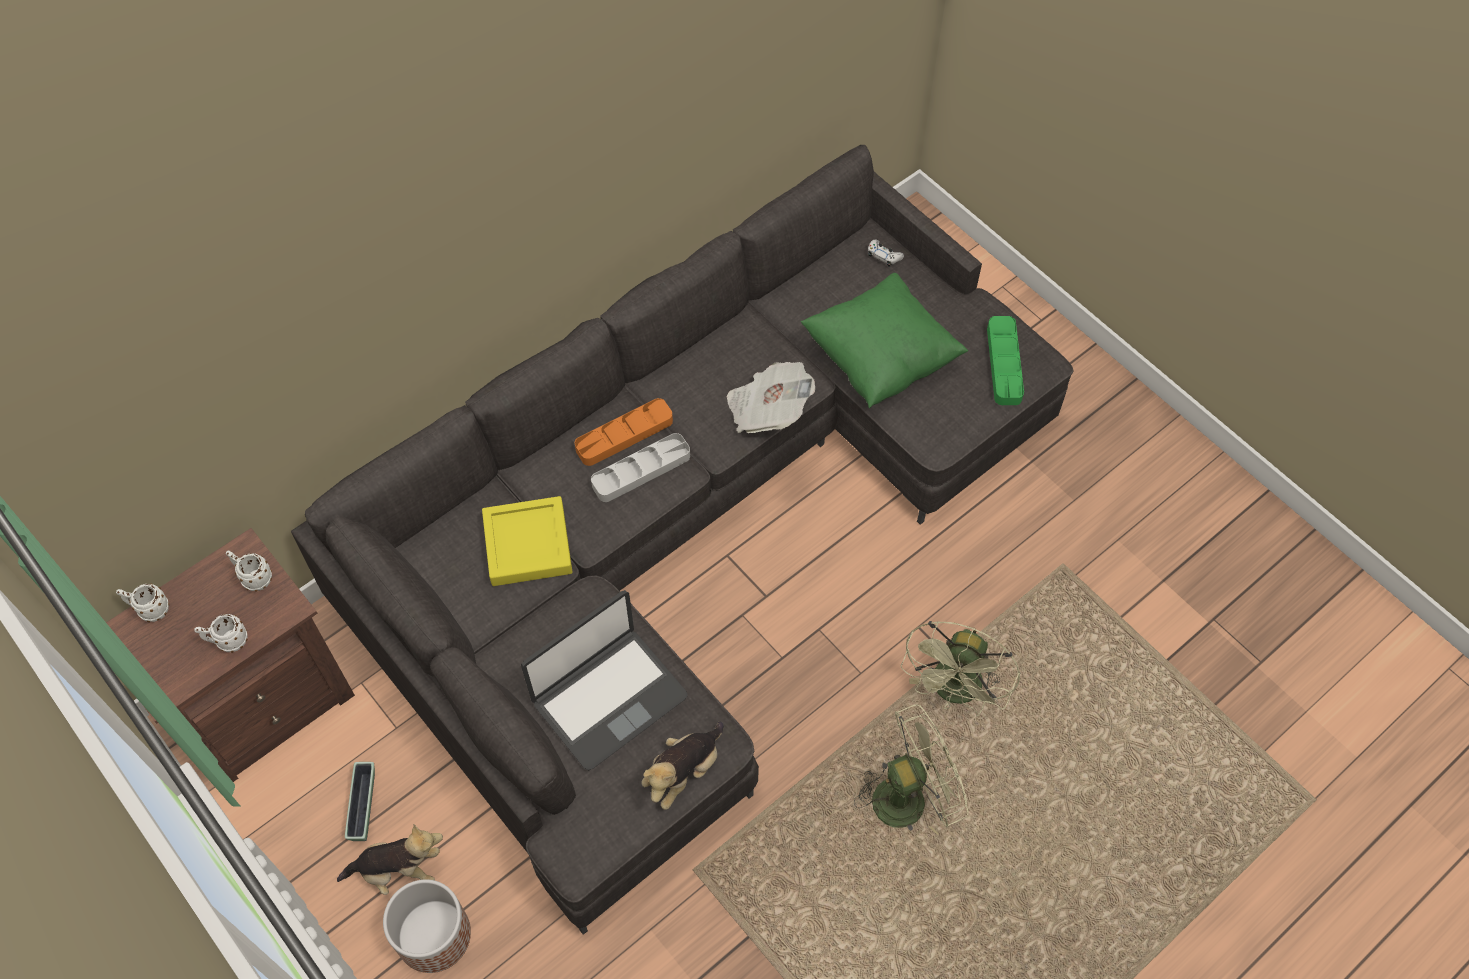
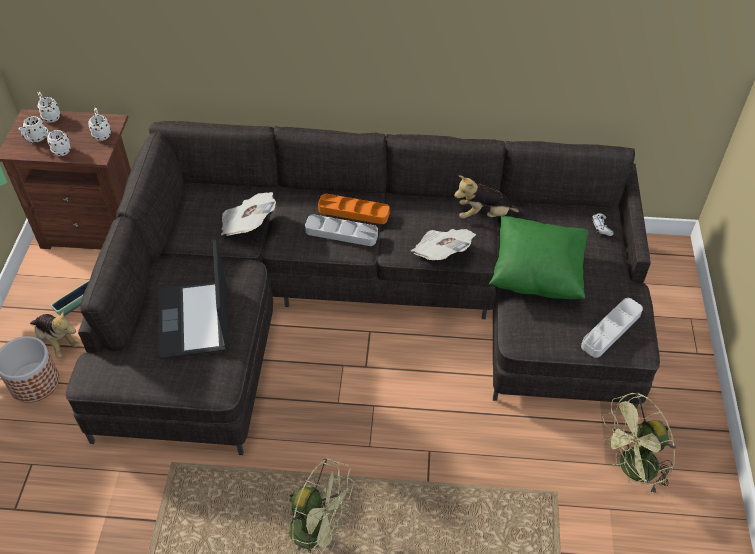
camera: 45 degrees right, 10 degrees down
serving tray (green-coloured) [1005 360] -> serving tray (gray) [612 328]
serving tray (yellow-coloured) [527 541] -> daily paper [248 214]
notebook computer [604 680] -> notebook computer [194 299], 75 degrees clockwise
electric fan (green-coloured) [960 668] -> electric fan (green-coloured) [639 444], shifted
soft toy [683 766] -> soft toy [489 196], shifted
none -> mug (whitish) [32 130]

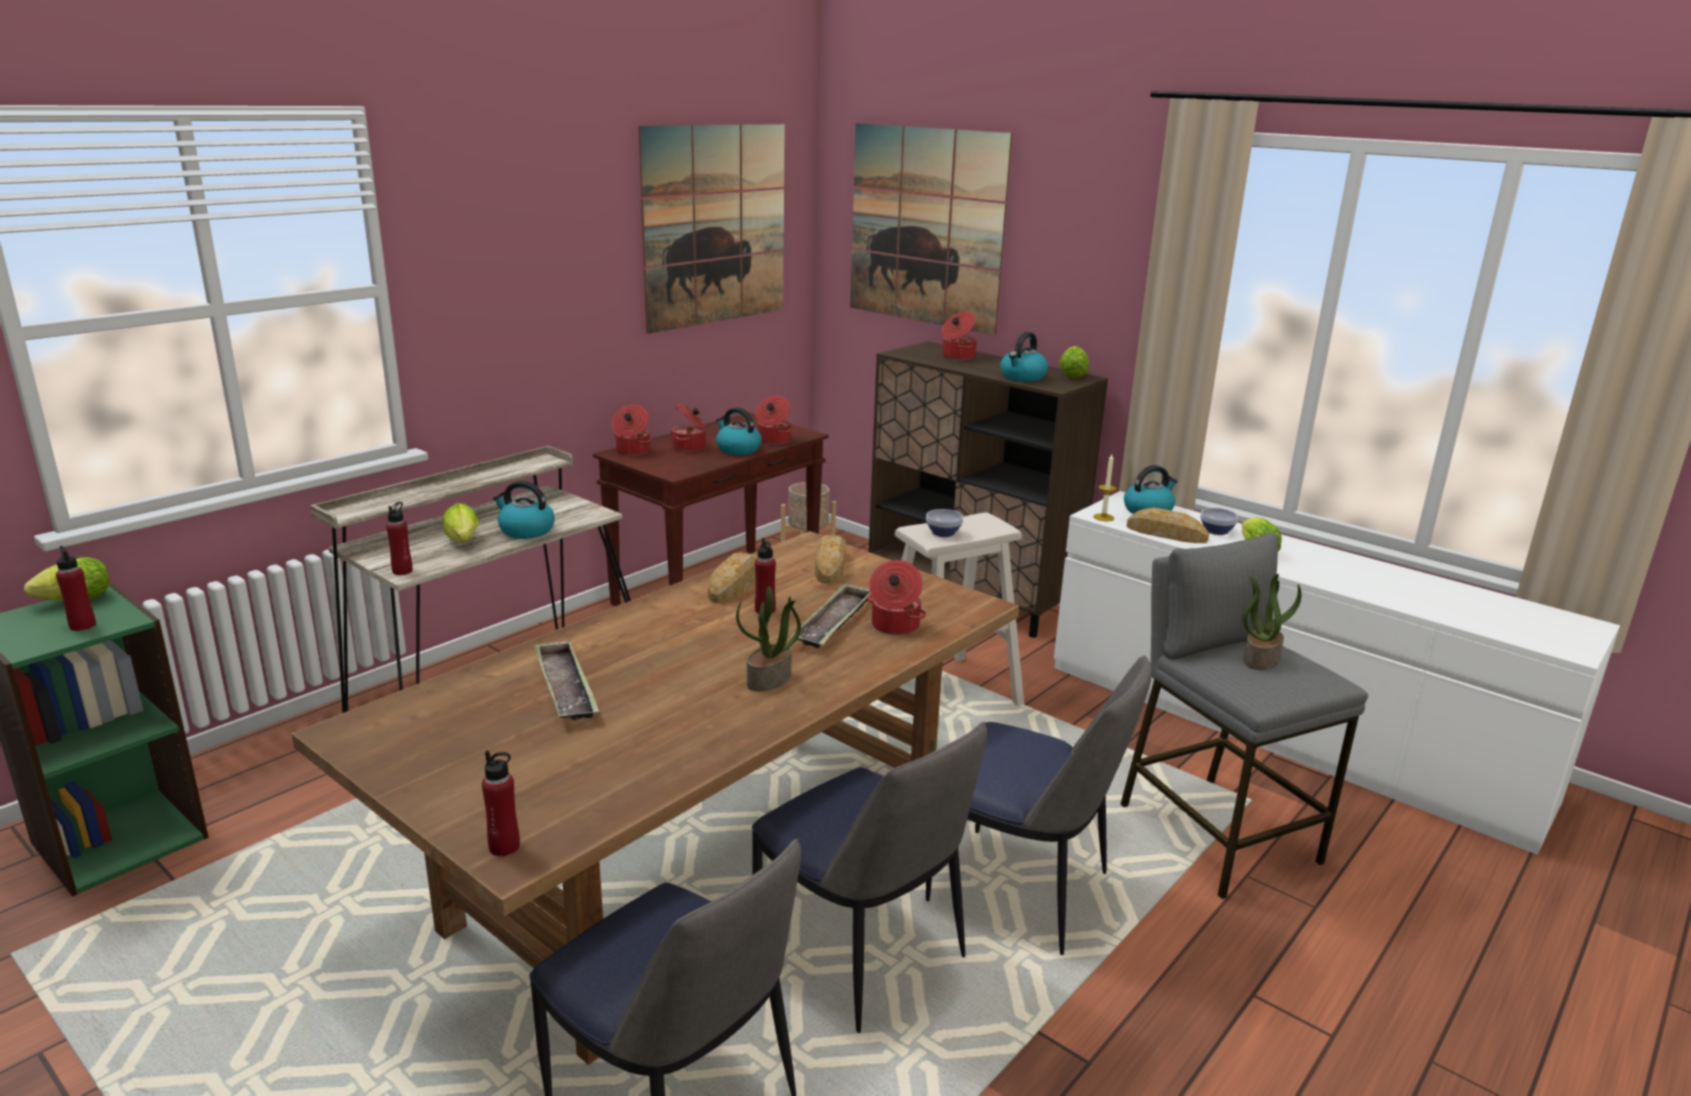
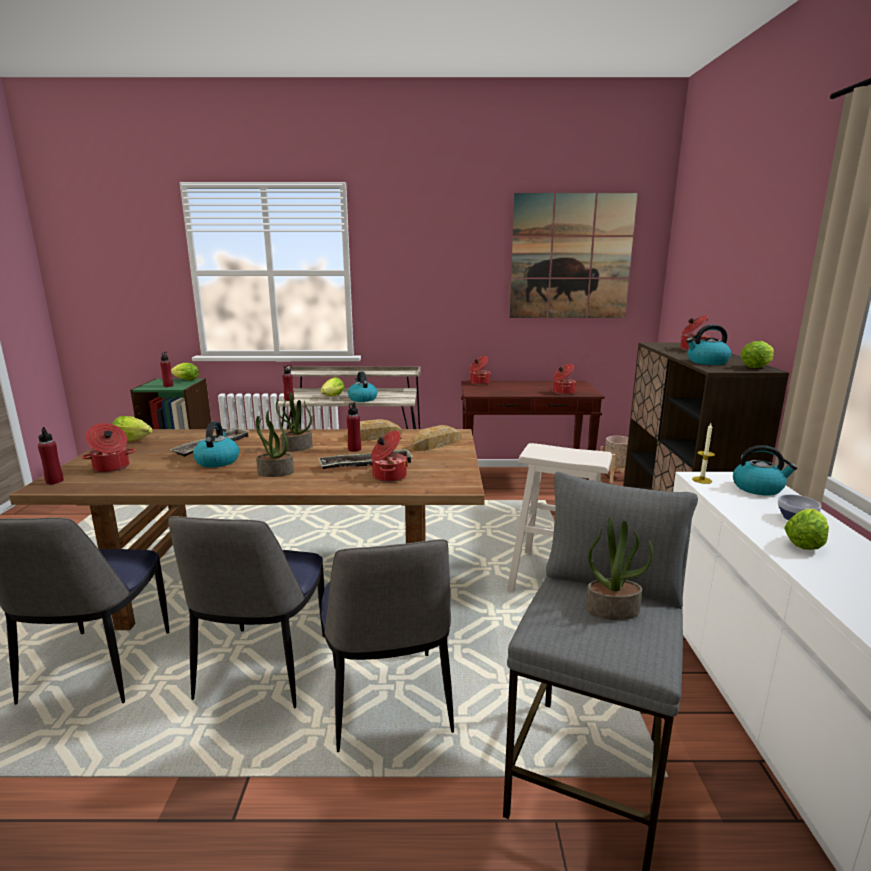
camera: 50 degrees right, 5 degrees down
picture [931 229] -> none
cooking pot [688 428] -> cooking pot [108 448], shifted
water kettle [739 431] -> water kettle [216 444], shifted
bakery bread [1167 525] -> none
serving bowl [944 523] -> none
none -> houseplant [294 422]
none -> head of lettuce [132 428]

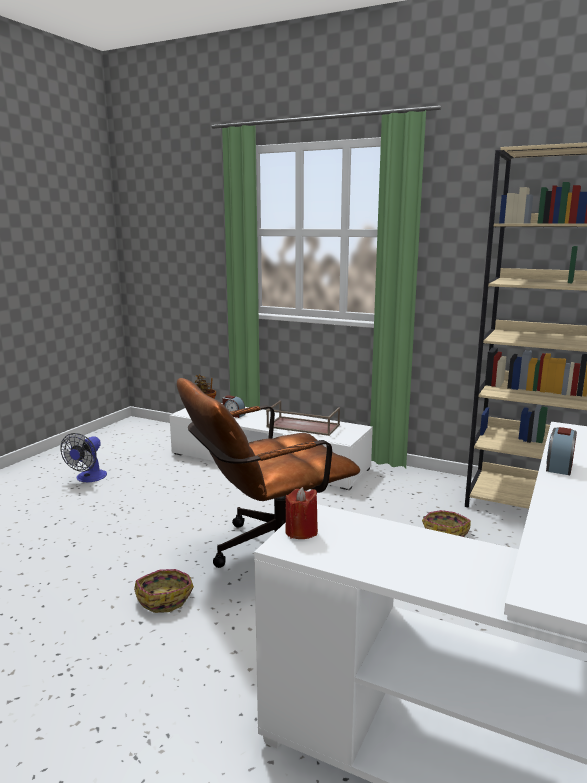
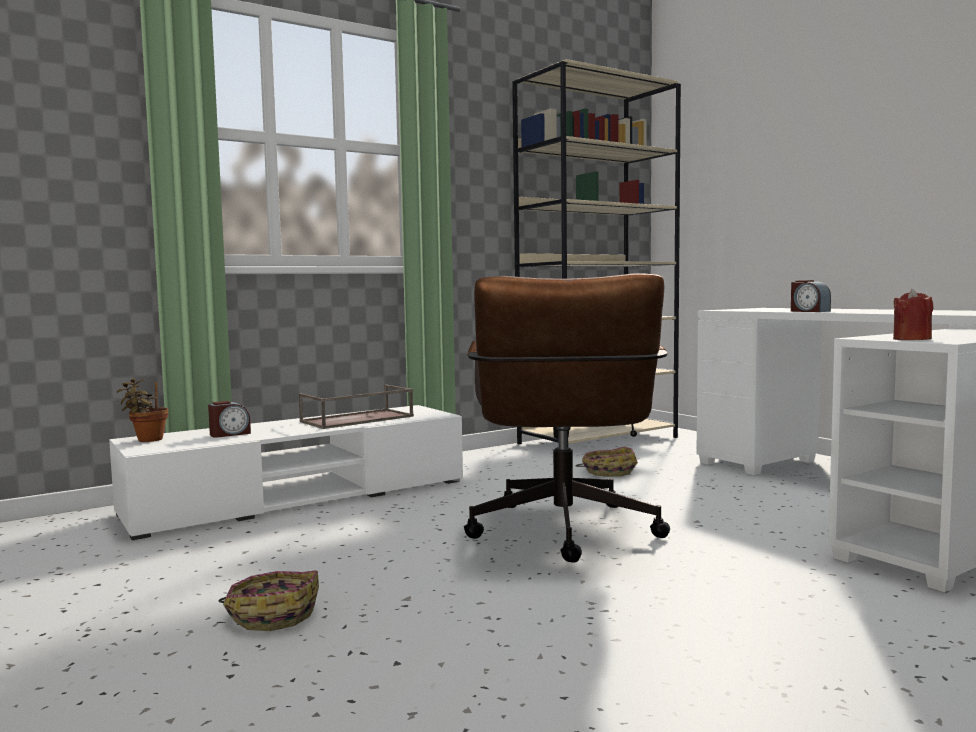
camera: 60 degrees left, 10 degrees down
electric fan [83 457] -> none
basket [164 591] -> basket [268 600], shifted

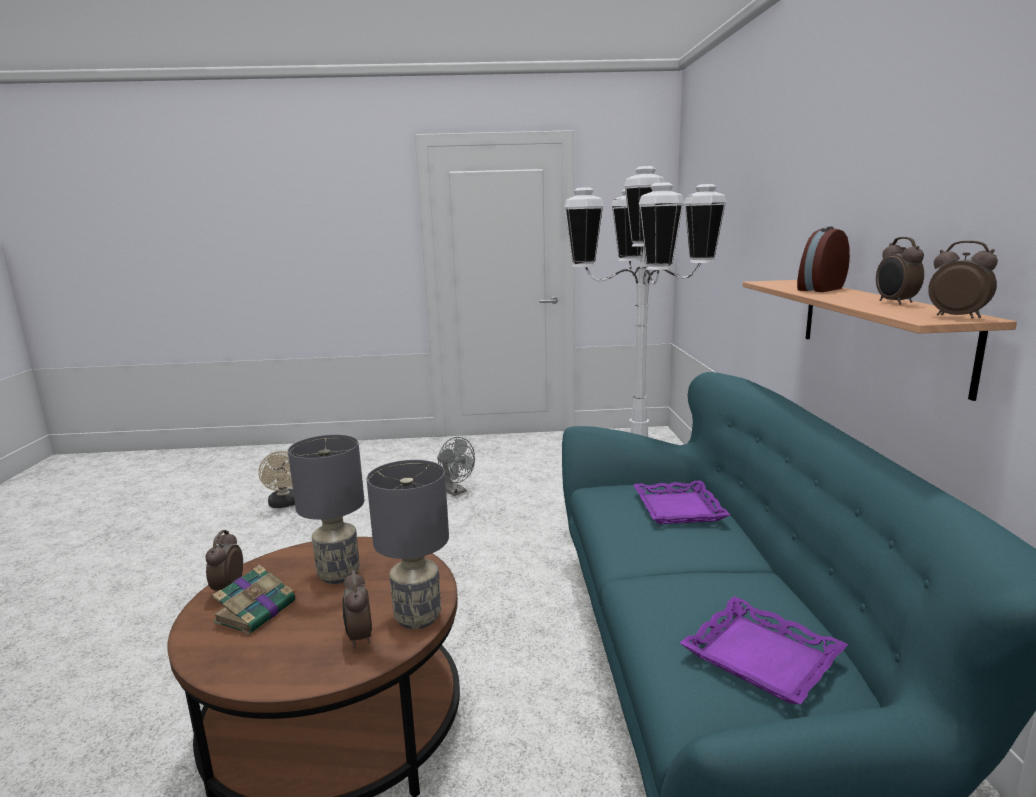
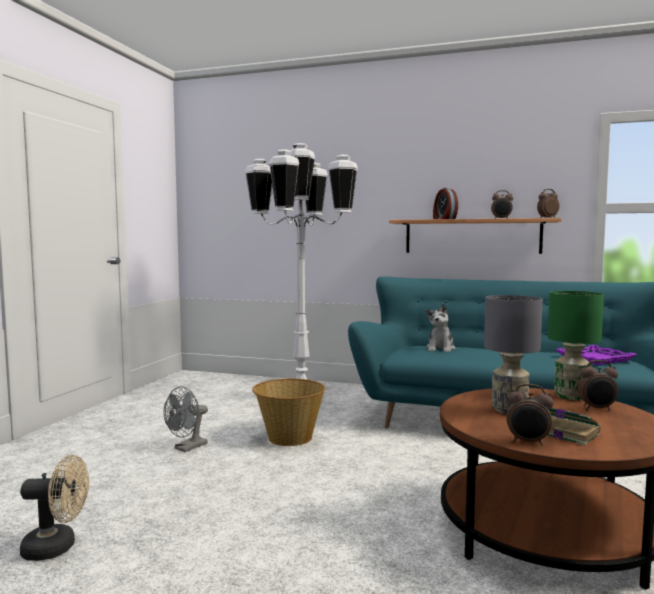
camera: 70 degrees left, 10 degrees down
electric fan (gray) [456 466] -> electric fan (gray) [185 419], 150 degrees clockwise
lamp for a table (gray) [408 544] -> lamp for a table (green-coloured) [576 345]
serving tray (purple-coloured) [682 502] -> soft toy [441 328]
none -> basket [288 412]

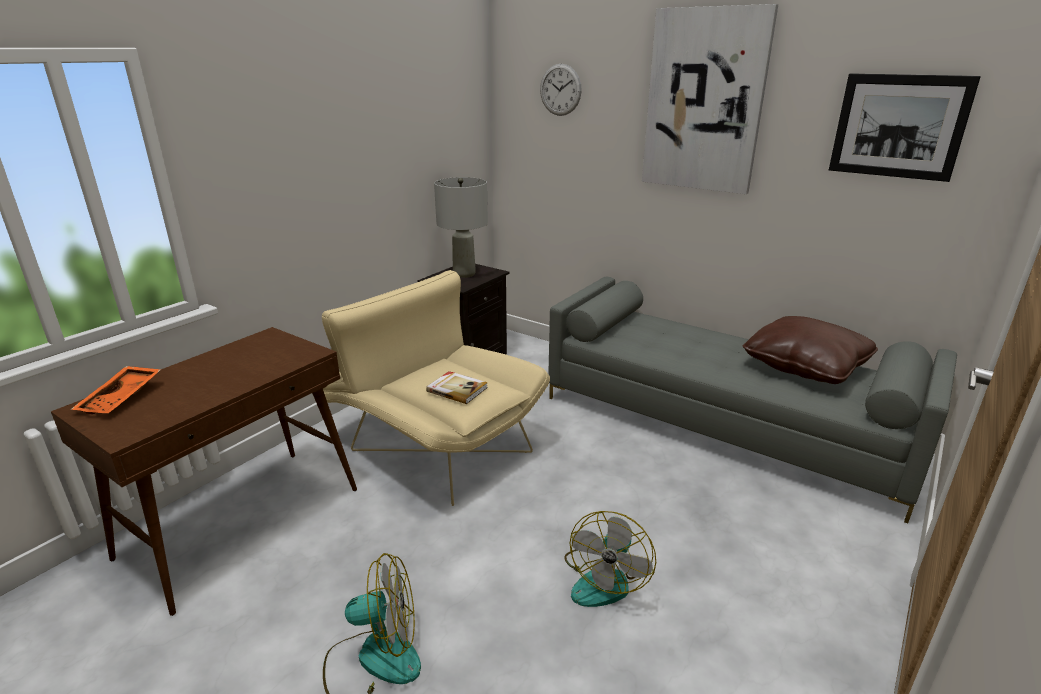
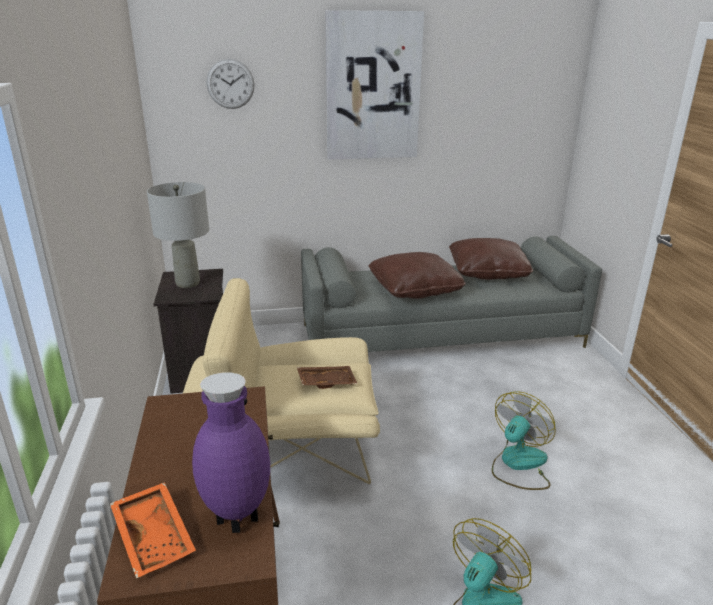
camera: 45 degrees left, 0 degrees up
picture [905 127] -> none
bound book [457 387] -> serving tray (brown-coloured) [327 377]
electric fan [610 559] -> electric fan [524 440], 120 degrees counterclockwise
none -> pillow (brown-coloured) [417 275]
none -> decorative vase (purple-coloured) [231 452]

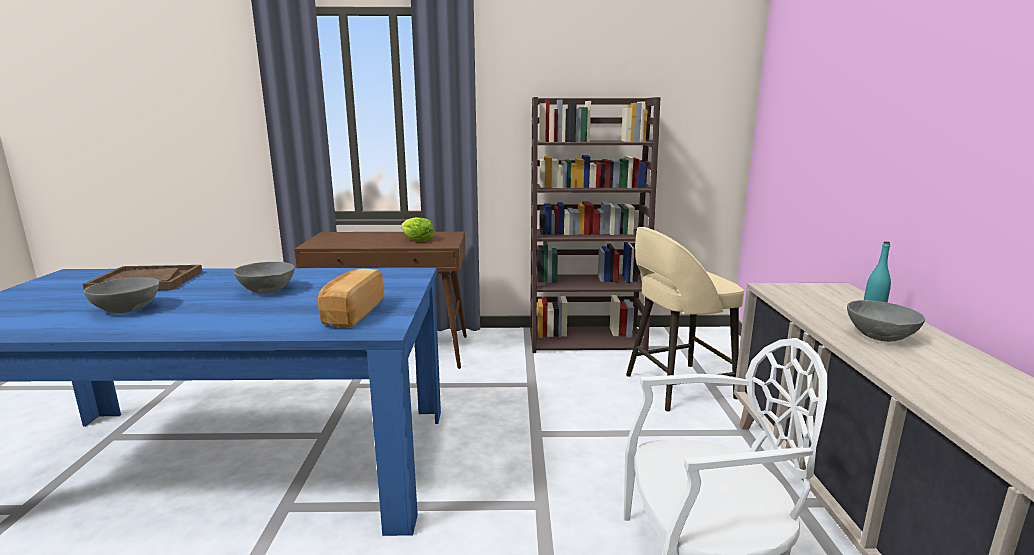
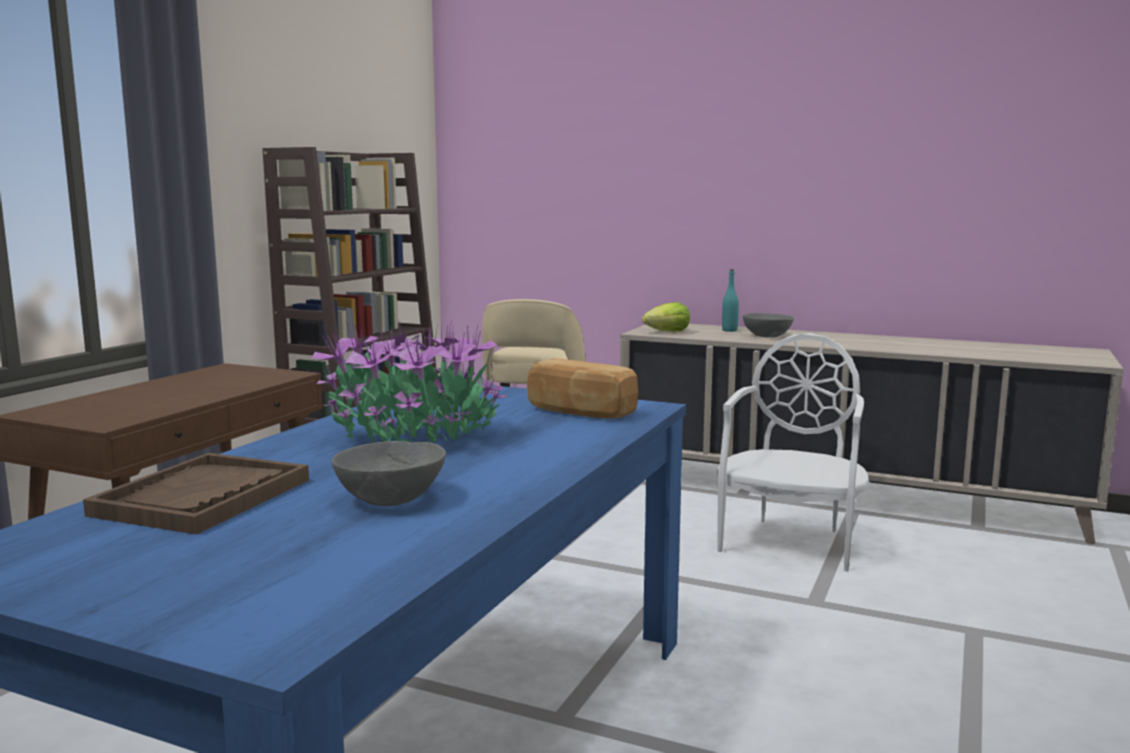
camera: 65 degrees left, 5 degrees down
head of lettuce [417 229] -> head of lettuce [666 317], shifted
serving bowl (gray) [263 278] -> houseplant [409 382]

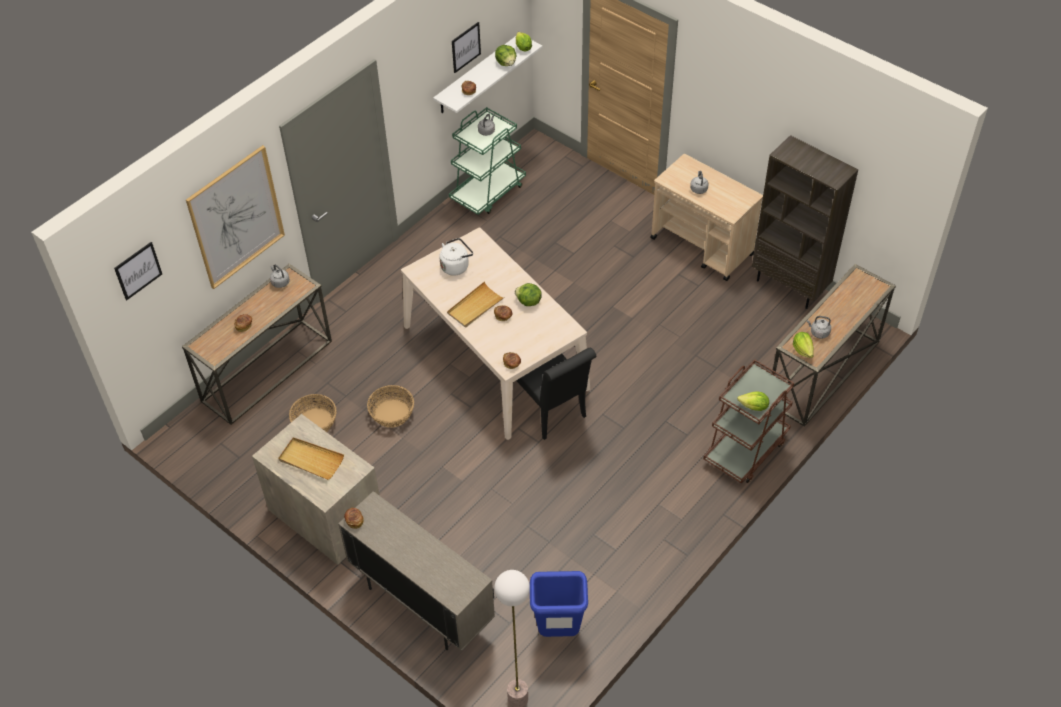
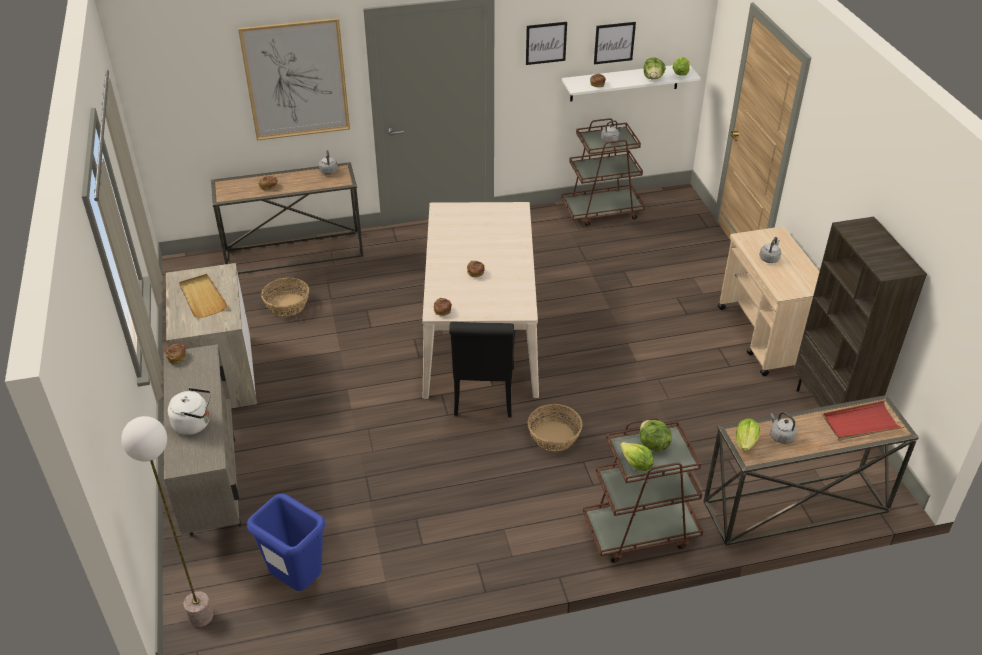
camera: 35 degrees right, 10 degrees down
cart (green-coloured) [487 161] -> cart (brown-coloured) [603 172]
water kettle (whitish) [456 257] -> water kettle (whitish) [189 411], shifted
picture [138 271] -> picture [546 43], shifted
serving tray (beige) [476 305] -> none
head of lettuce [528 294] -> head of lettuce [656 435], shifted
basket [390 406] -> basket [555 427], shifted
none -> serving tray (reddish) [863 420]

